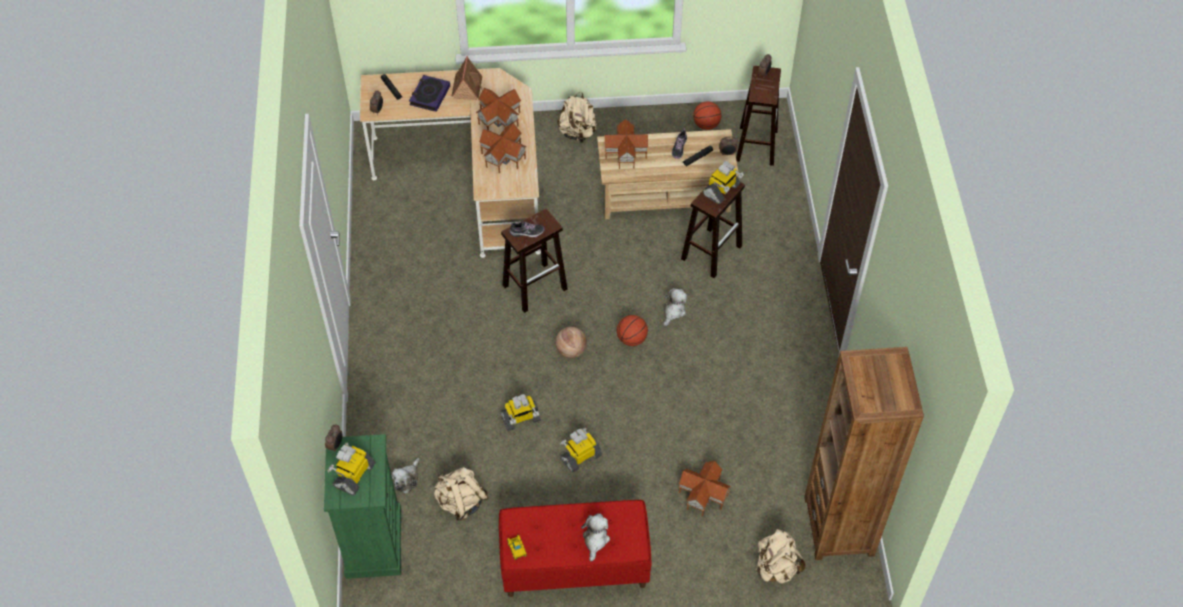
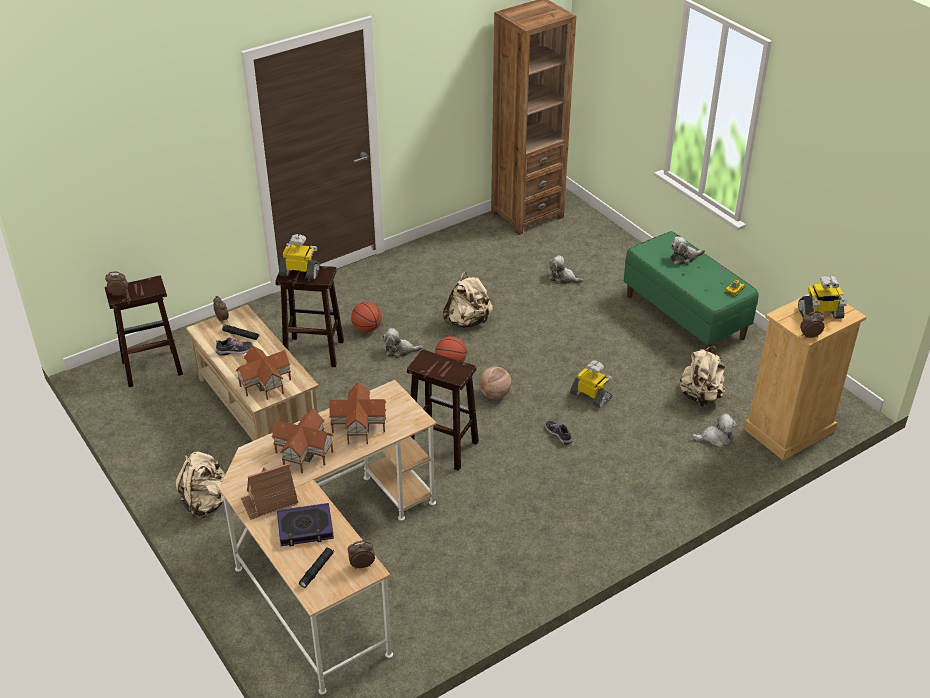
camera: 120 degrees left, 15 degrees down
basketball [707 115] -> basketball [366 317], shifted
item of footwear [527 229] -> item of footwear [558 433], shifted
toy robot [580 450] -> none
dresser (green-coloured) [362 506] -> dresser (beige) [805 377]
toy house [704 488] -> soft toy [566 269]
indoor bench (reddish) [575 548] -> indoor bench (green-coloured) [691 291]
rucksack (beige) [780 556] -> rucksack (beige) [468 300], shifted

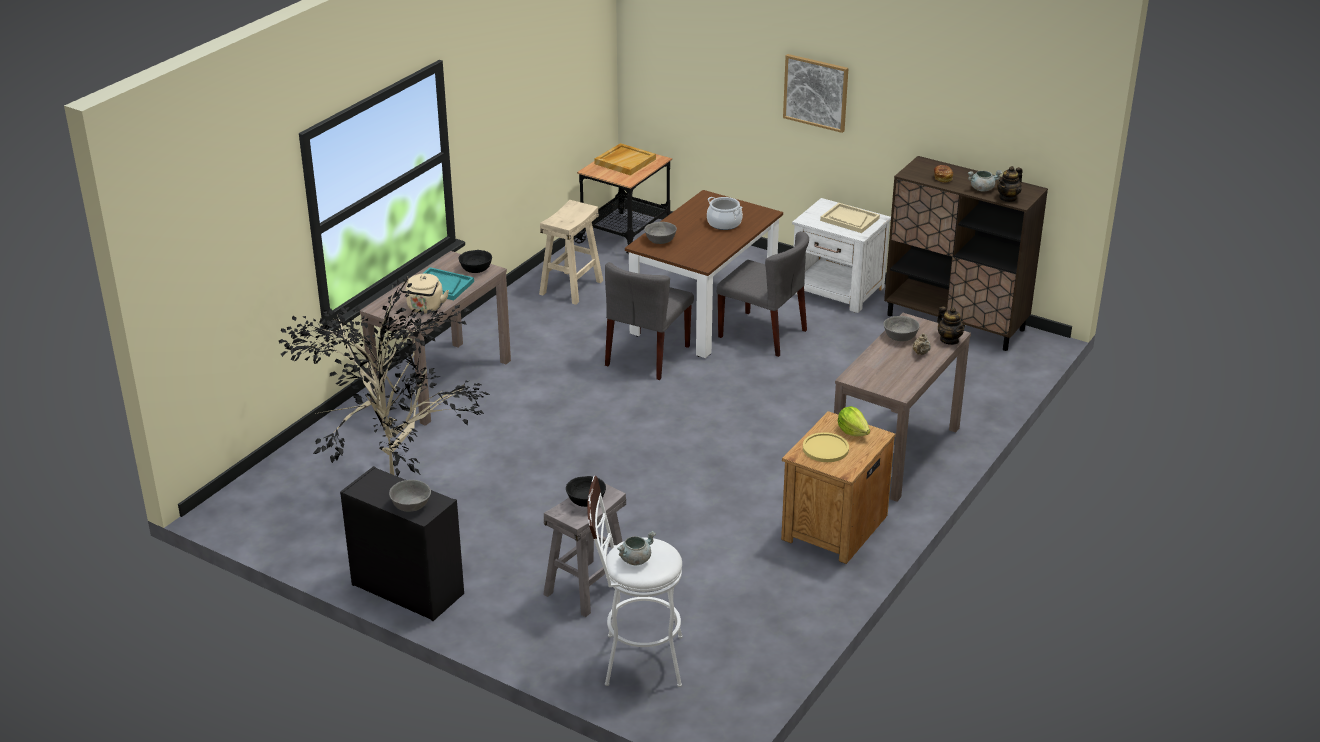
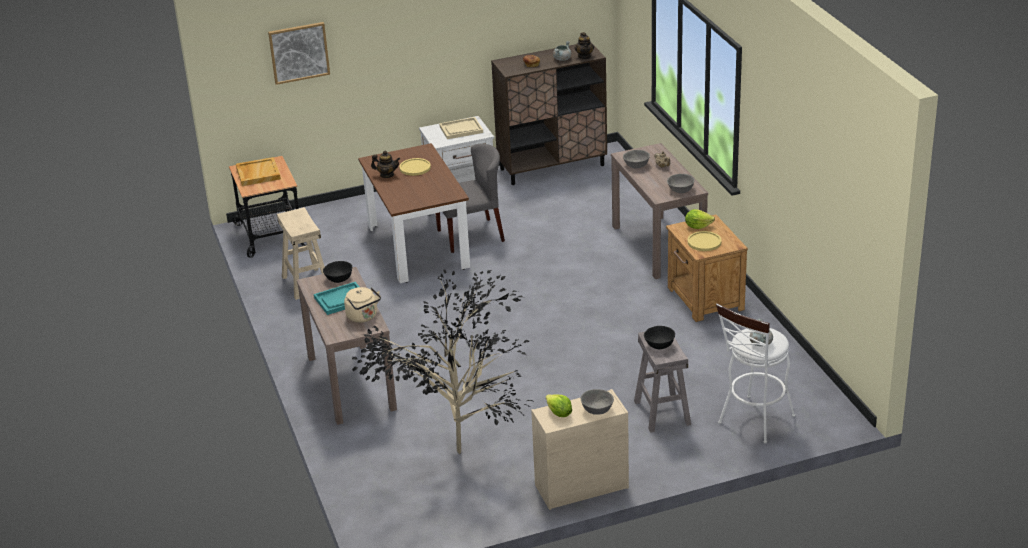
camera: 50 degrees left, 0 degrees up
picture [816 93] -> picture [299 53], shifted
cooking pot [725 213] -> flat dish (yellow-coloured) [415 167]
serving bowl (gray) [660 233] -> serving bowl (gray) [681 183], shifted
plain chair (gray) [649 321] -> none
pot for tea [951 325] -> pot for tea [385 164], shifted
dresser (black-coloured) [402 543] -> dresser (beige) [580 449]
none -> head of lettuce [559 405]

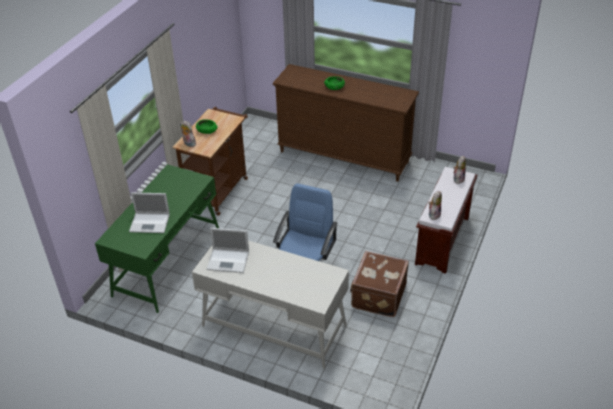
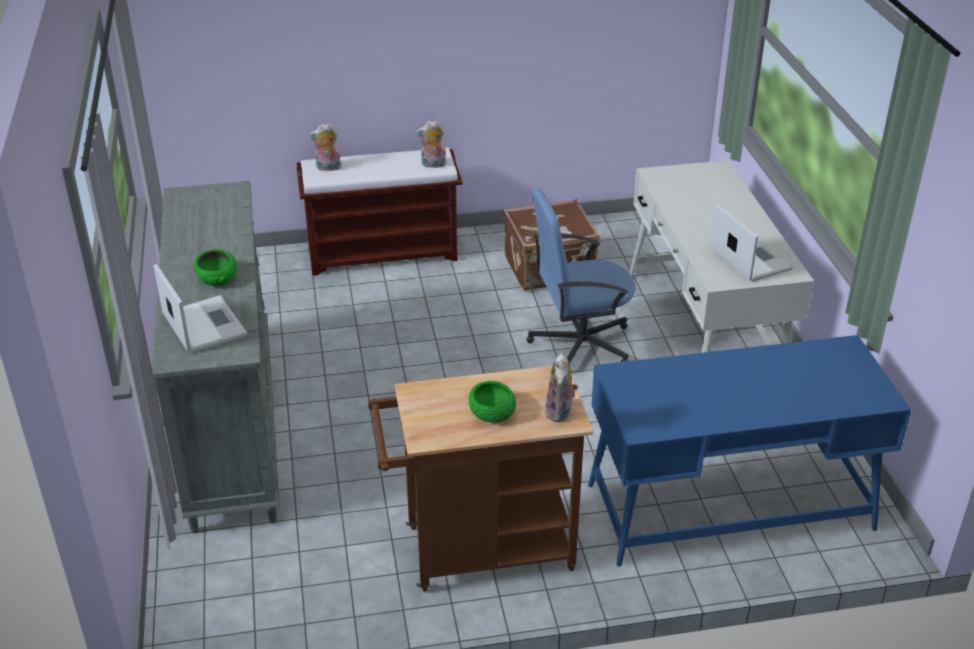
camera: 125 degrees left, 5 degrees down
dresser (brown-coloured) [346 123] -> dresser (gray) [216 357]
desk table (green-coloured) [157 238] -> desk table (bluish) [749 451]
notebook computer [149 212] -> notebook computer [200 308], shifted

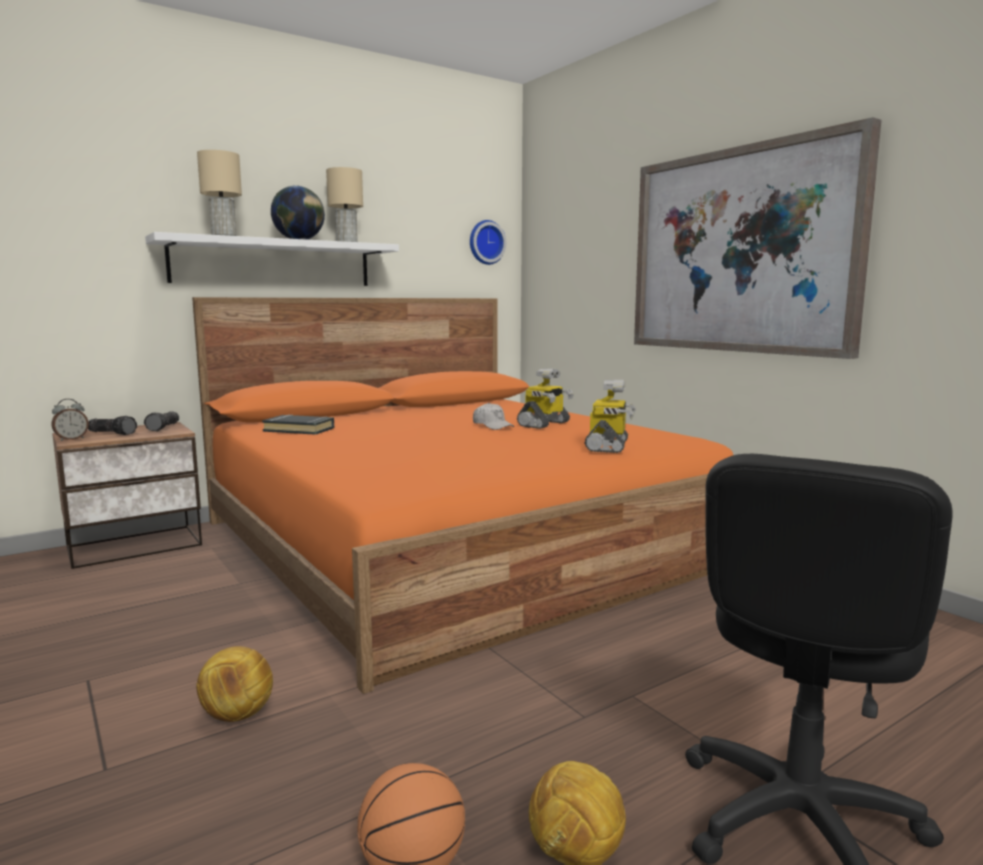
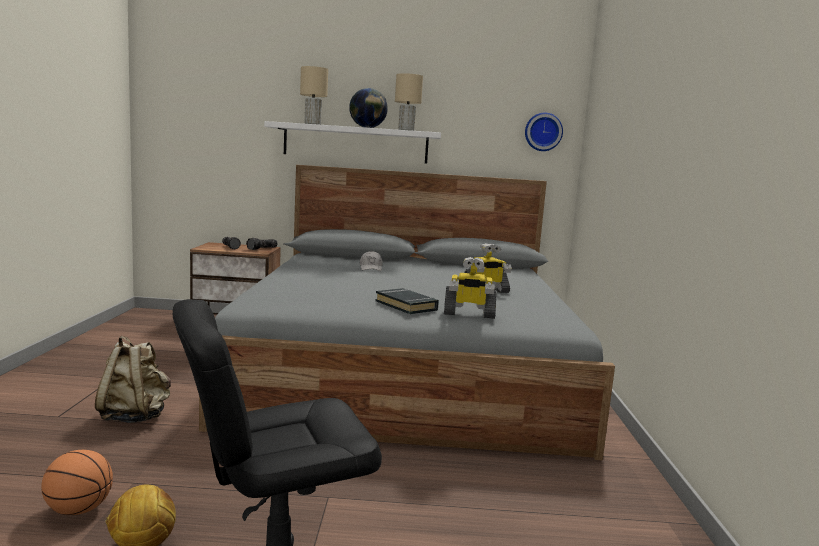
camera: 35 degrees right, 0 degrees up
picture [758 238] -> none
sleeping bed (orange) [462 495] -> sleeping bed (gray) [407 312]
toy robot [610 416] -> toy robot [470 288], 45 degrees clockwise
bedside clock [70 420] -> none
cap (whitish) [493 416] -> cap (whitish) [371 261], shifted
bound book (black-coloured) [298 425] -> bound book (black-coloured) [407 301], shifted
football ball [234 684] -> rucksack (beige) [133 379]

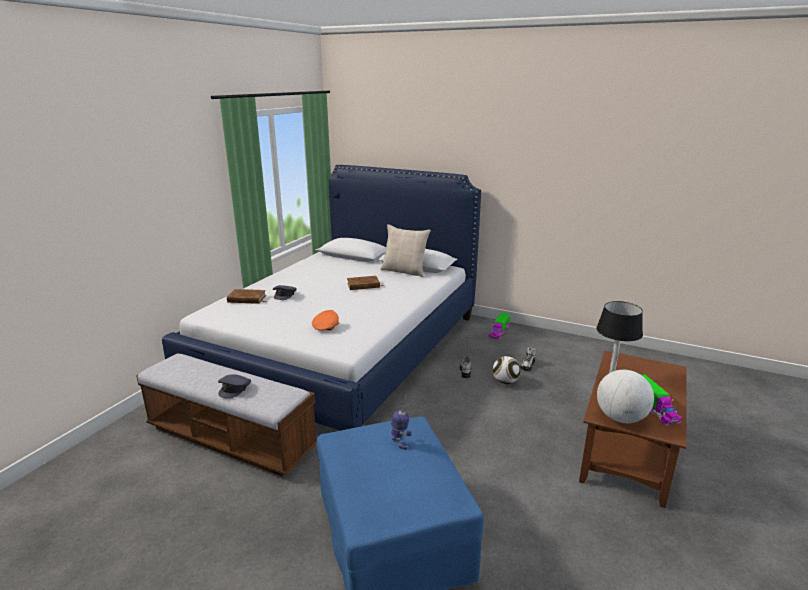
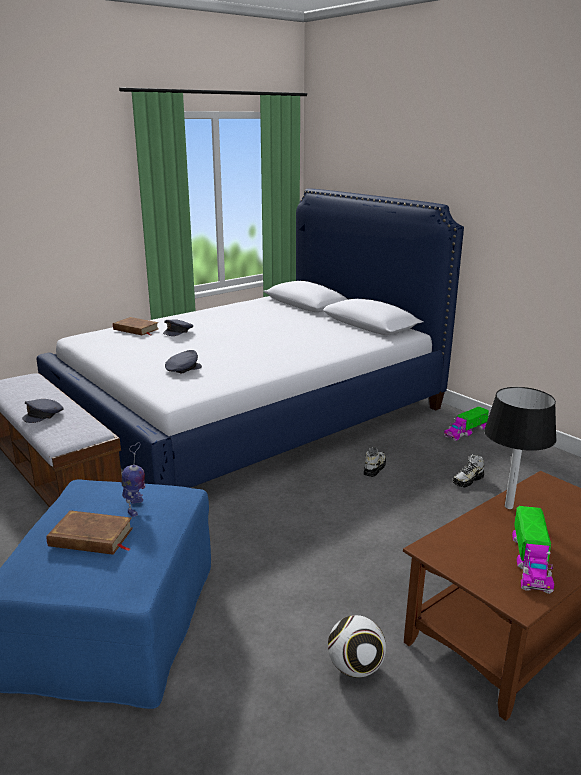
camera: 25 degrees right, 0 degrees up
pillow (beige) [405 250] -> none
bound book (brown-coloured) [365 283] -> bound book (brown-coloured) [89 532], shifted
cap (orange) [325 320] -> cap (gray) [183 362]
football ball [507 370] -> football ball [357 646], shifted
desk globe [625 396] -> none

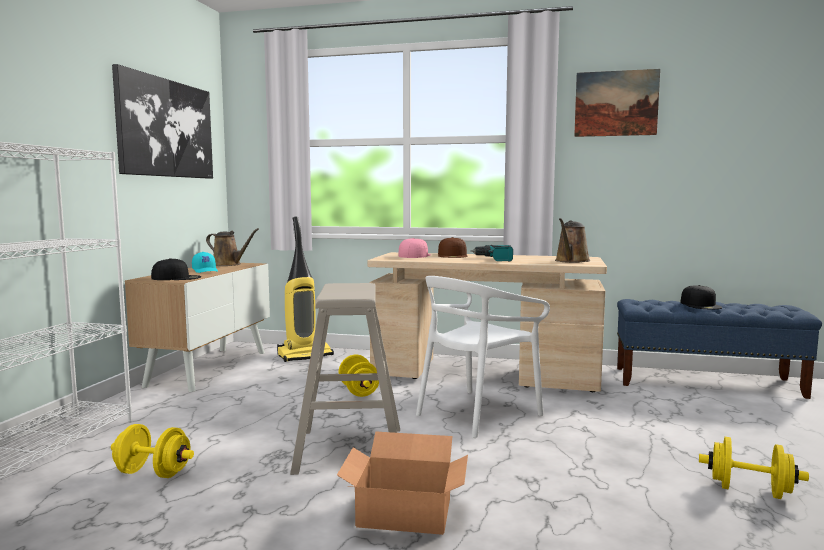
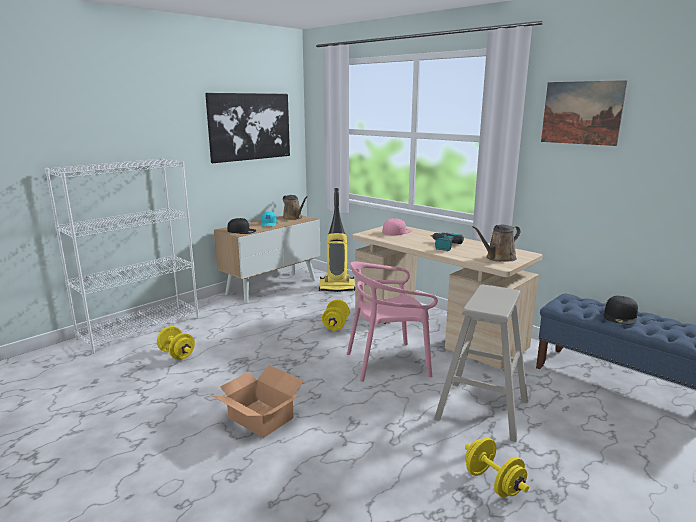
camera: 30 degrees right, 10 degrees up
cap (brown-coloured) [452 247] -> none
plain chair (whitish) [483 357] -> plain chair (pinkish) [392 322]
sitting stool (beige) [345 379] -> sitting stool (beige) [481 363], shifted

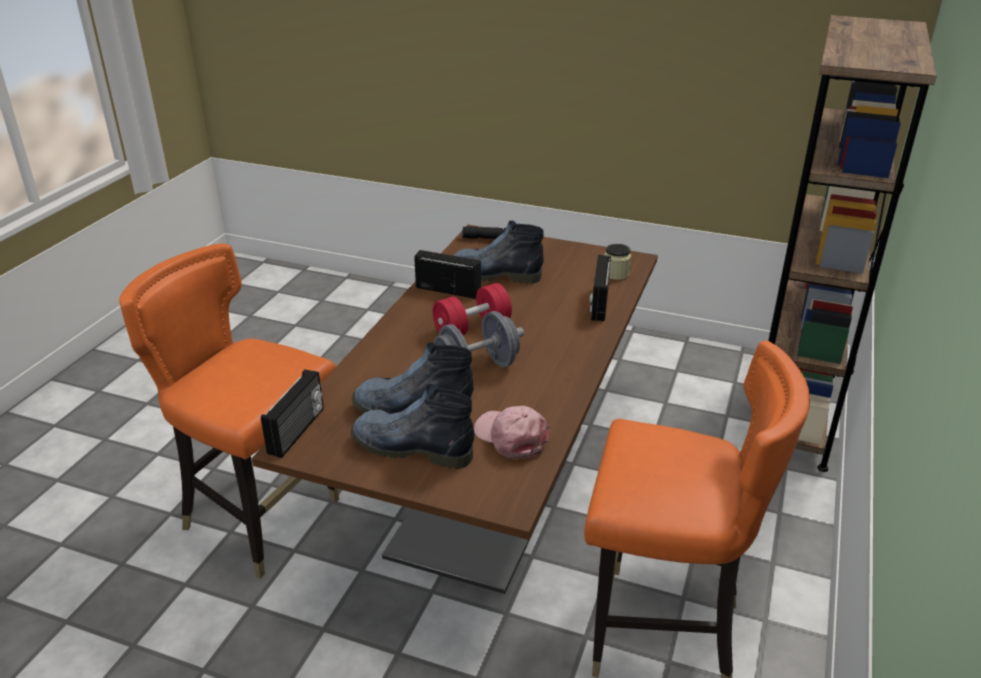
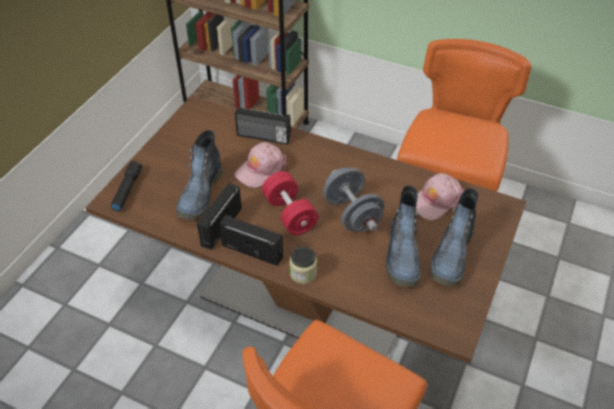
camera: 85 degrees left, 15 degrees up
storage jar [617 262] -> storage jar [303 265], shifted
radio receiver [292 413] -> radio receiver [251 240], shifted
none -> cap (pinkish) [260 165]

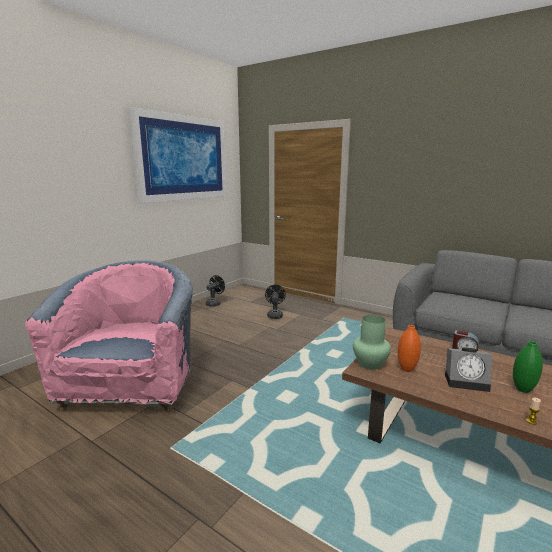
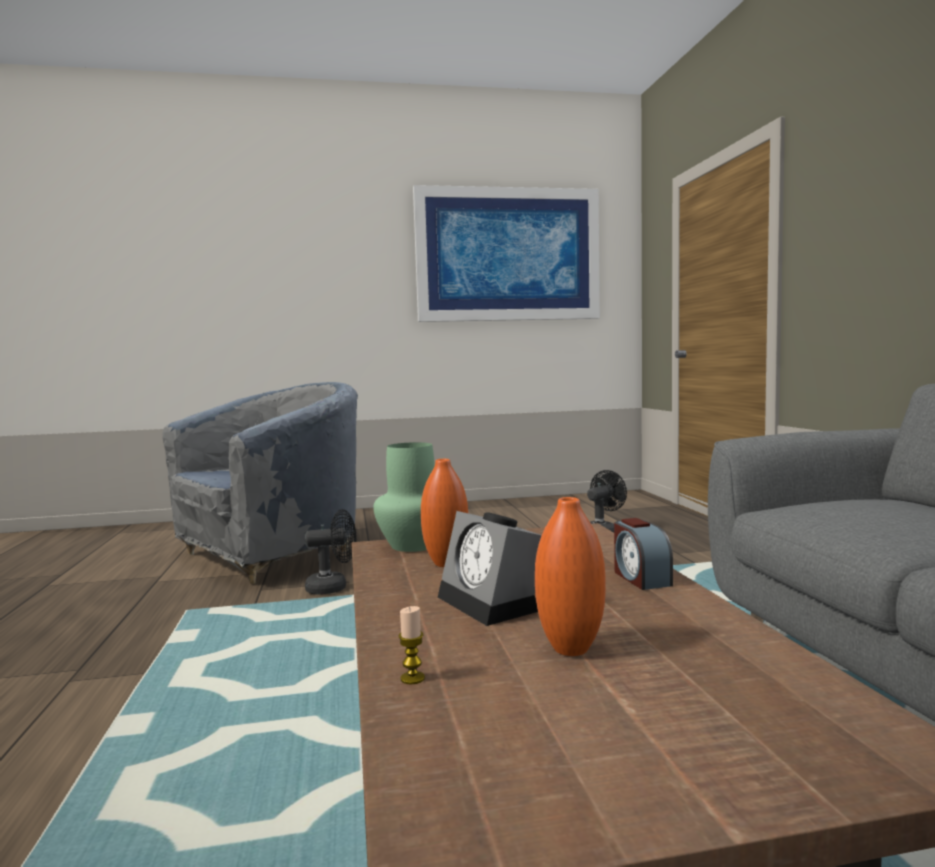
camera: 45 degrees right, 10 degrees down
easy chair (pinkish) [109 336] -> easy chair (gray) [260 483]
electric fan (black-coloured) [215 290] -> electric fan (black-coloured) [330 551], shifted
decorative vase (green-coloured) [528 367] -> decorative vase (orange) [570 576]

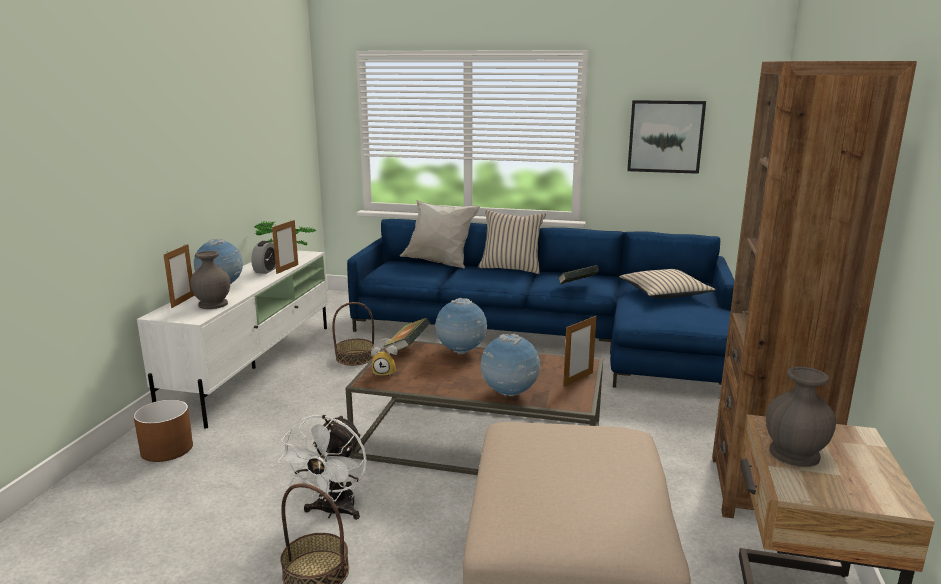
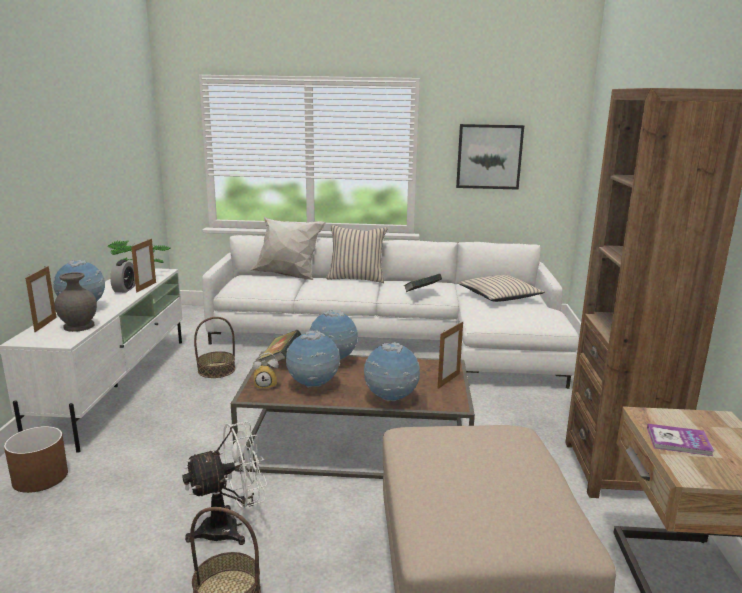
camera: 10 degrees left, 0 degrees up
settee (bluish) [540 303] -> settee (whitish) [390 312]
decorative vase (gray) [801 417] -> bound book [680 440]
electric fan (whitish) [322 467] -> electric fan (whitish) [224 483], 120 degrees counterclockwise
none -> desk globe [313 359]

